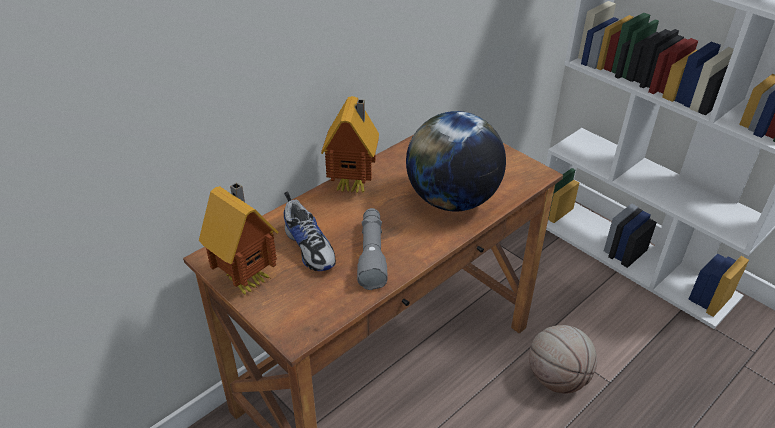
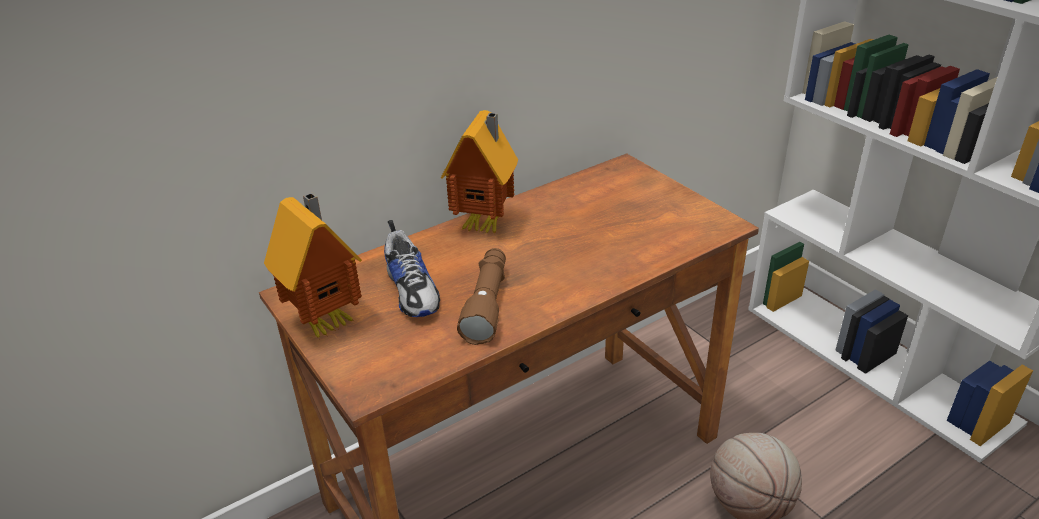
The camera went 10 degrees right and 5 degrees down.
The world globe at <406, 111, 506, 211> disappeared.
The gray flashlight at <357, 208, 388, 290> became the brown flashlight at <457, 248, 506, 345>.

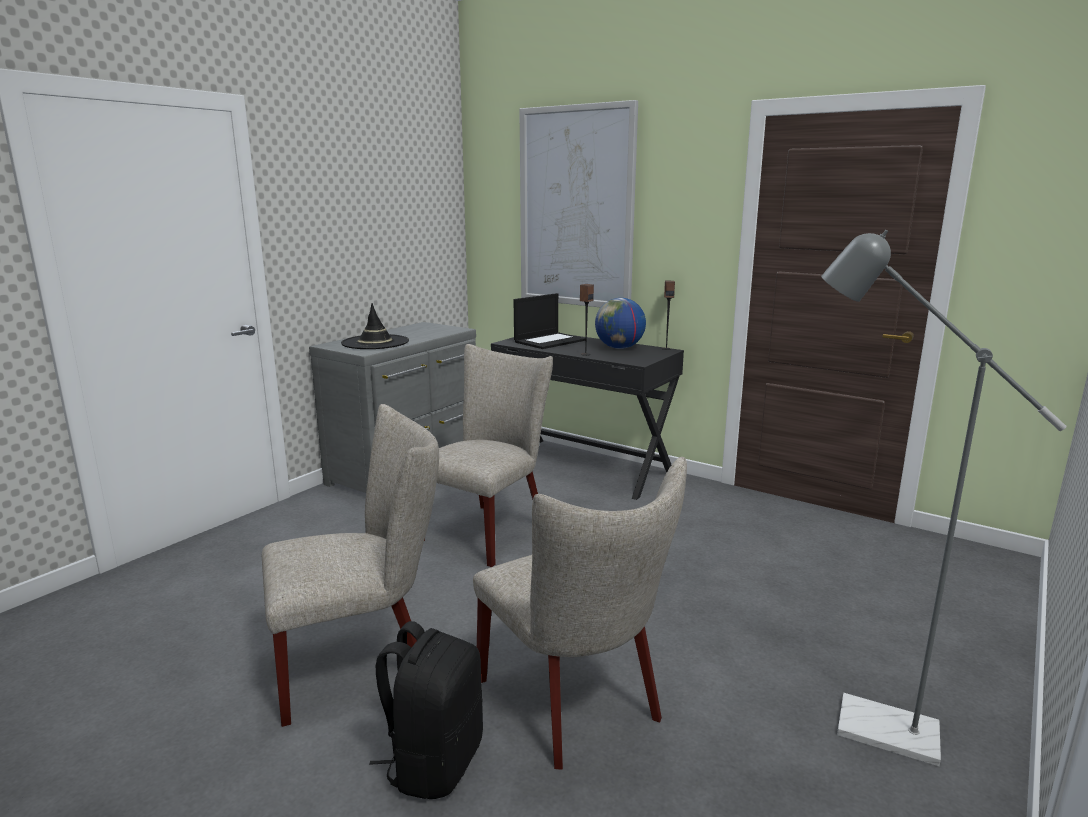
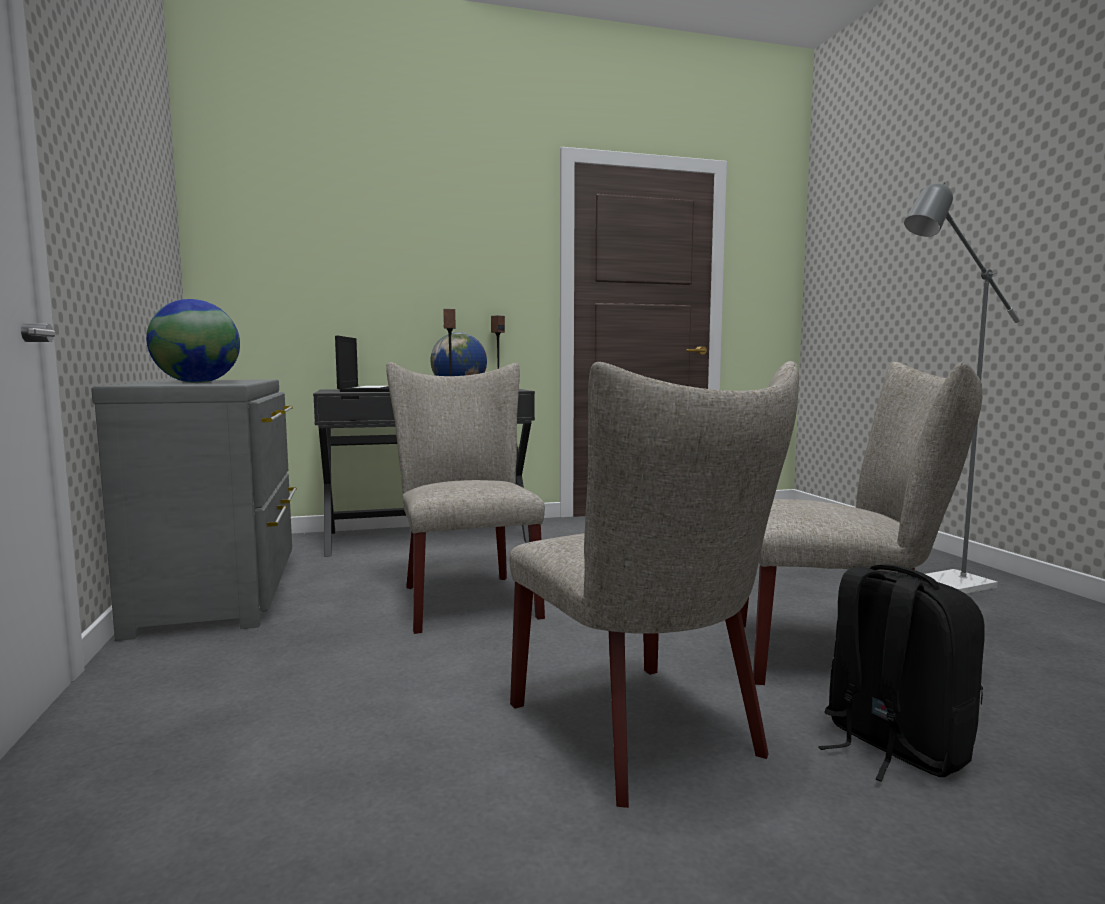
The camera went 50 degrees left and 10 degrees down.
The wall picture at <519, 100, 638, 308> disappeared.
The blackish clothing hat at <341, 303, 409, 349> was replaced by the world globe at <146, 299, 240, 383>.
The sand-coloured plain chair at <262, 404, 439, 727> turned 135 degrees clockwise.

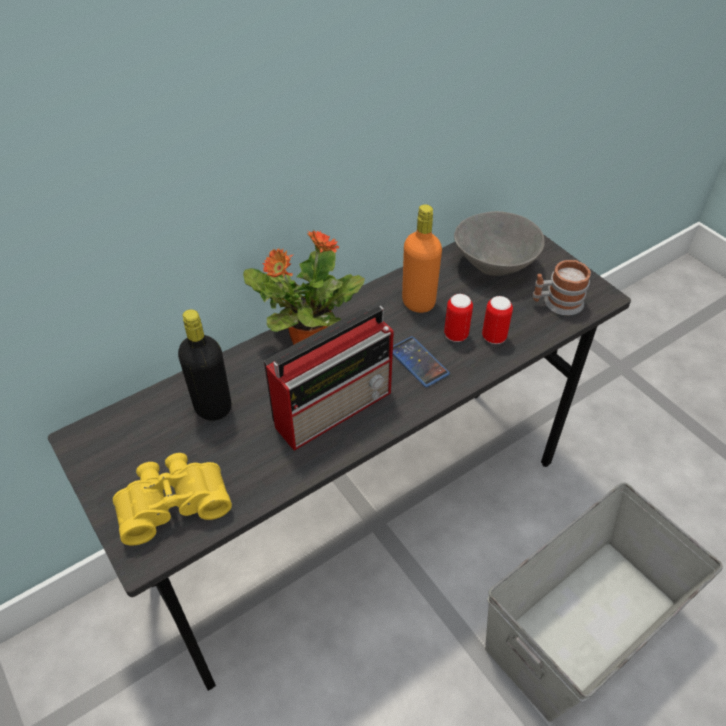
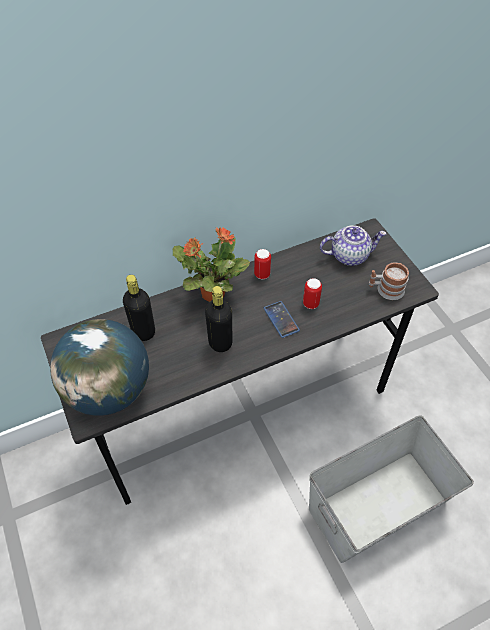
The camera went 10 degrees right and 5 degrees up.
The orange bottle at <402, 204, 442, 313> disappeared.
The gray serving bowl at <454, 211, 545, 276> was replaced by the tea pot at <320, 225, 386, 266>.
The can moved from <482, 296, 513, 344> to <254, 249, 271, 279>.
The radio at <264, 306, 394, 451> was replaced by the blackish bottle at <205, 286, 232, 352>.
The yellow-coloured binoculars at <113, 453, 232, 546> was replaced by the world globe at <50, 319, 149, 416>.

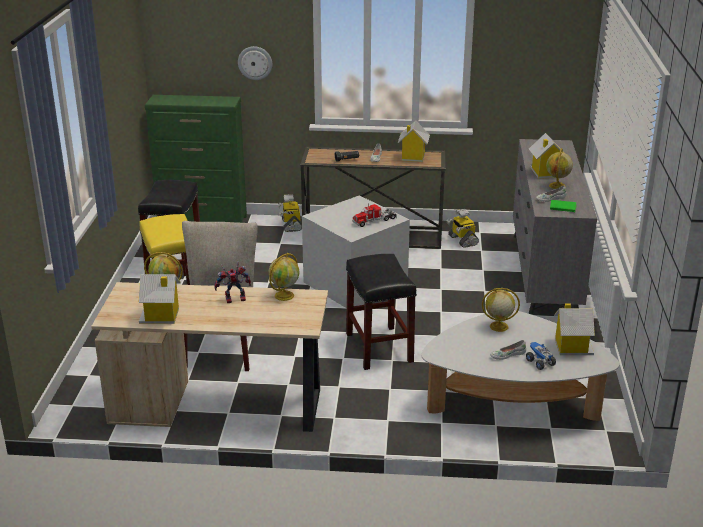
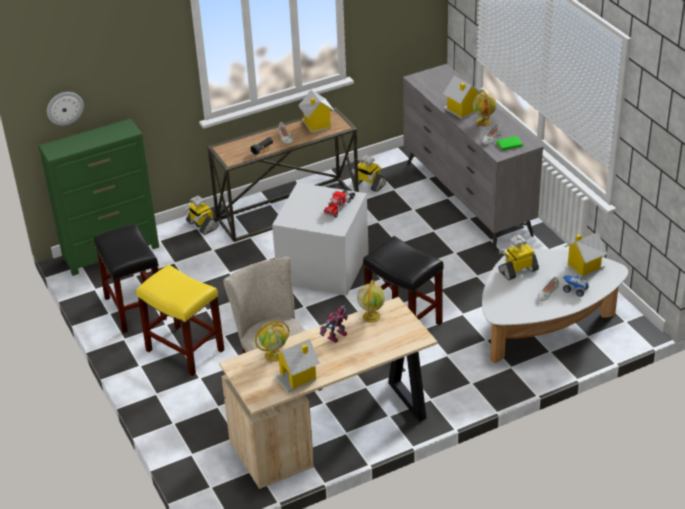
The camera went 30 degrees left and 10 degrees up.
The hanging clock moved from <238, 46, 272, 80> to <47, 92, 84, 125>.
The world globe at <482, 288, 520, 332> was replaced by the model robot at <499, 235, 539, 280>.

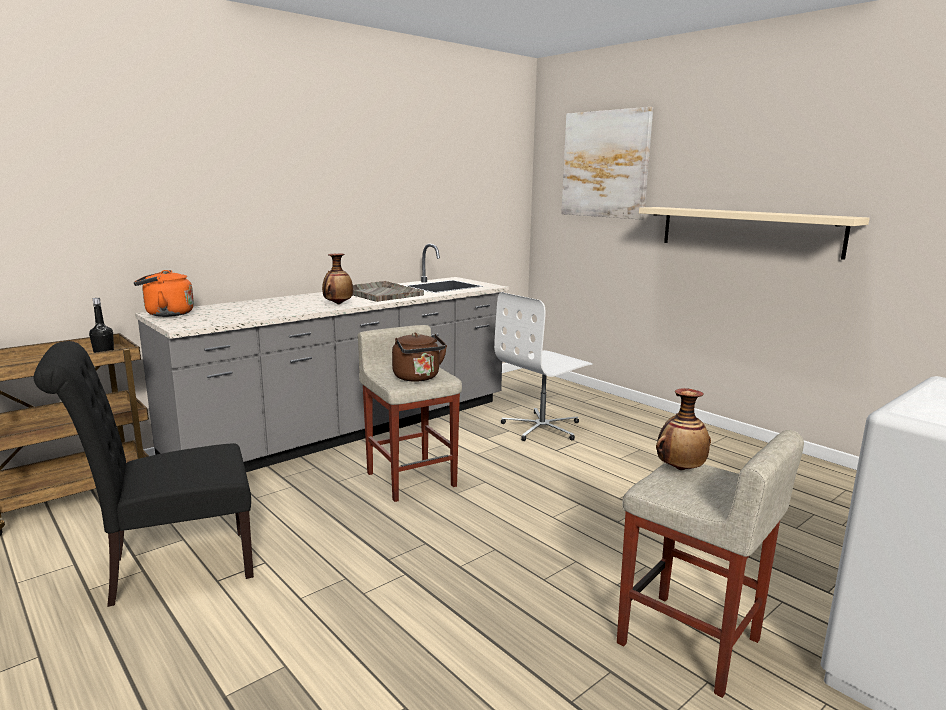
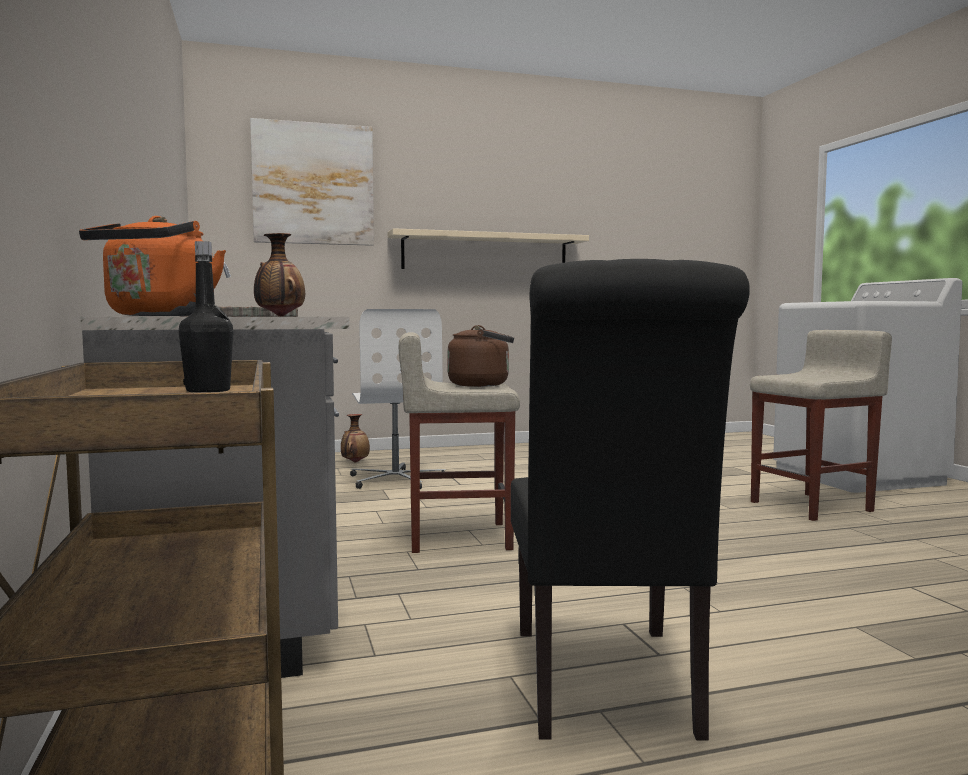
The camera went 65 degrees left and 10 degrees down.
The vase moved from <656, 388, 711, 470> to <341, 414, 370, 462>.

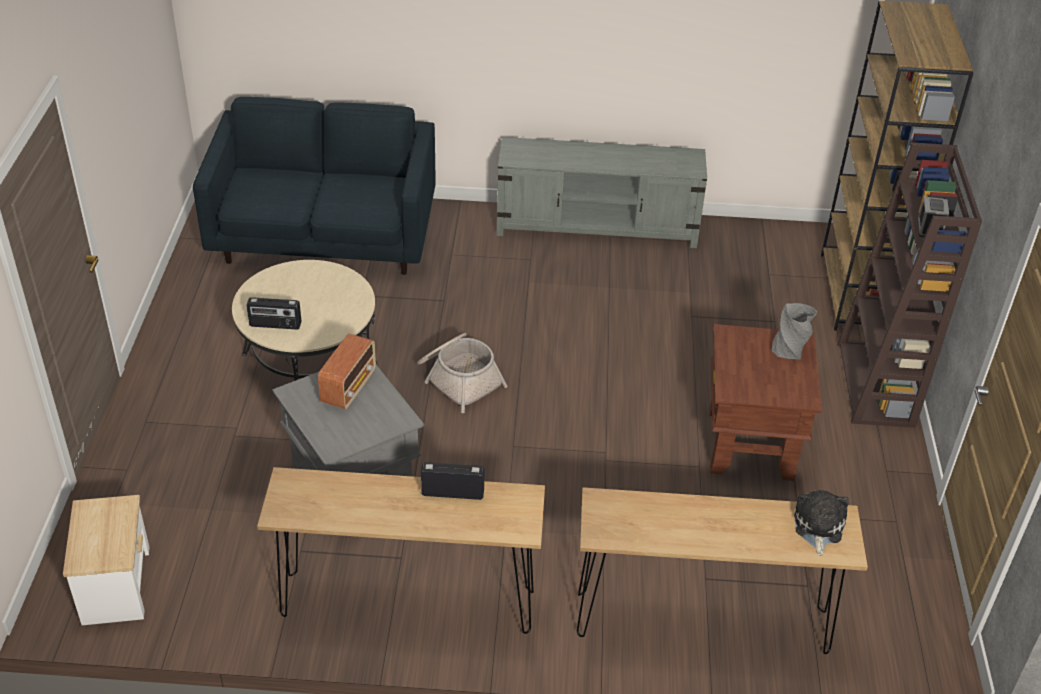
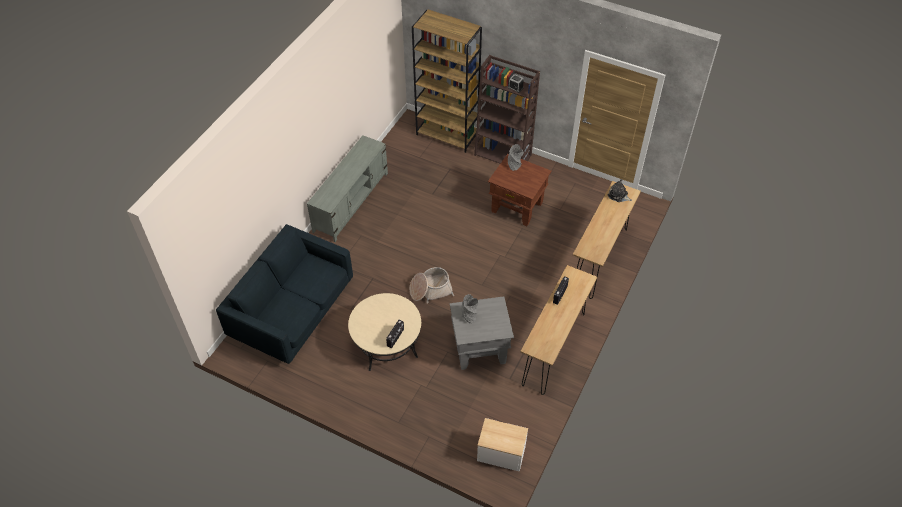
The camera went 65 degrees left and 10 degrees up.
The radio at <318, 333, 376, 409> was replaced by the gray vase at <462, 294, 479, 323>.

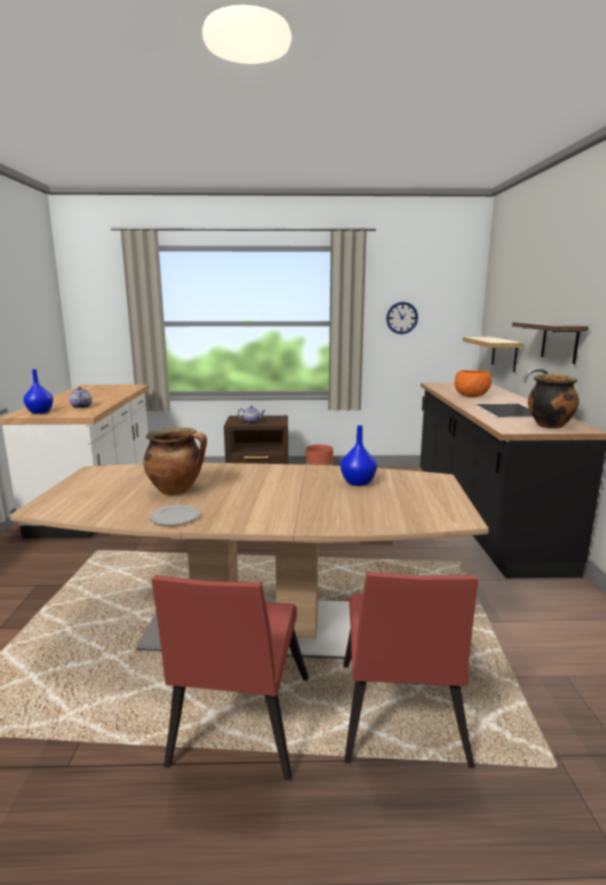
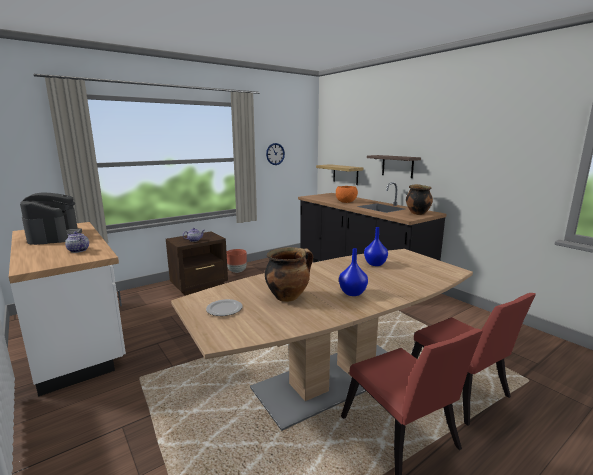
The camera went 35 degrees left and 0 degrees up.
The blue vase moved from <23, 369, 53, 414> to <339, 248, 368, 296>.
The flat dish moved from <150, 505, 200, 526> to <206, 299, 243, 316>.
The coffee machine at <20, 192, 82, 245> appeared.

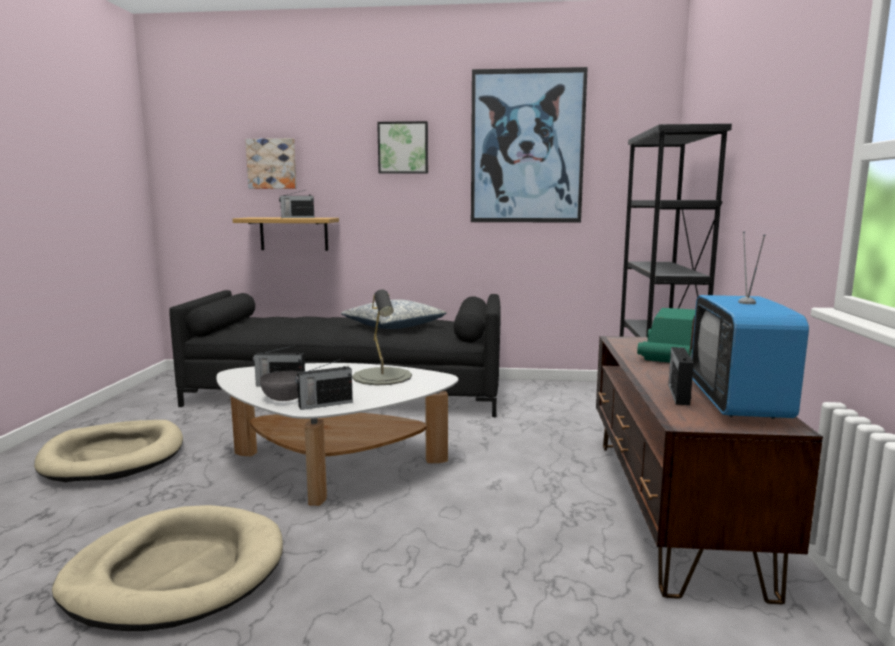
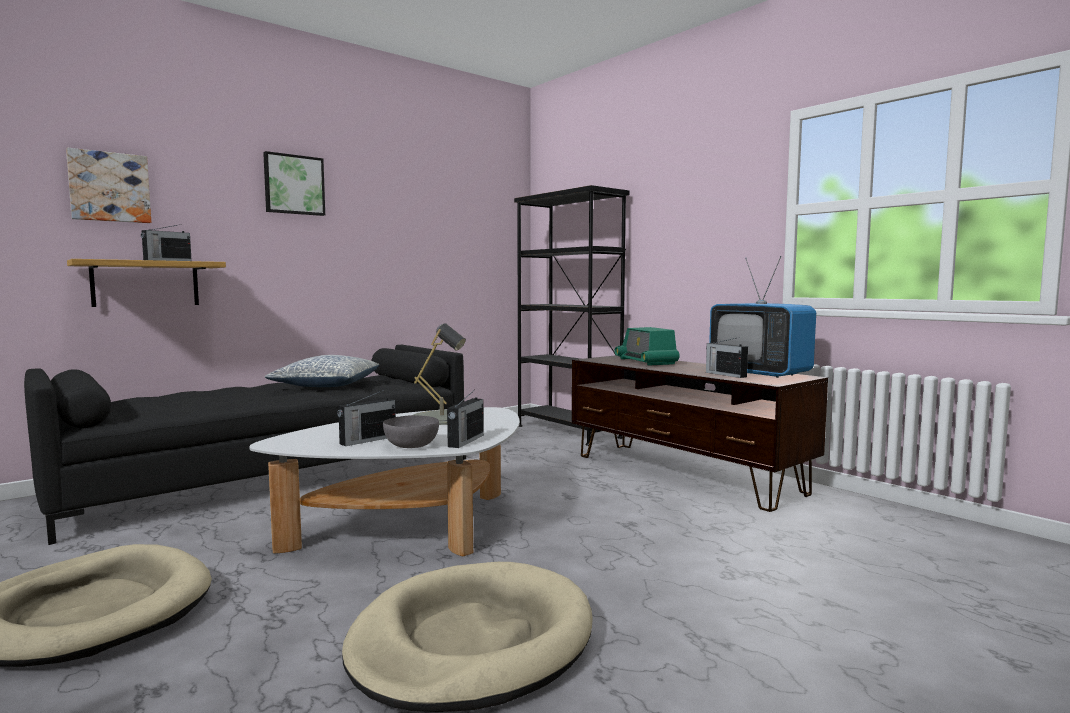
The camera went 45 degrees left and 5 degrees down.
The wall picture at <471, 67, 588, 223> disappeared.

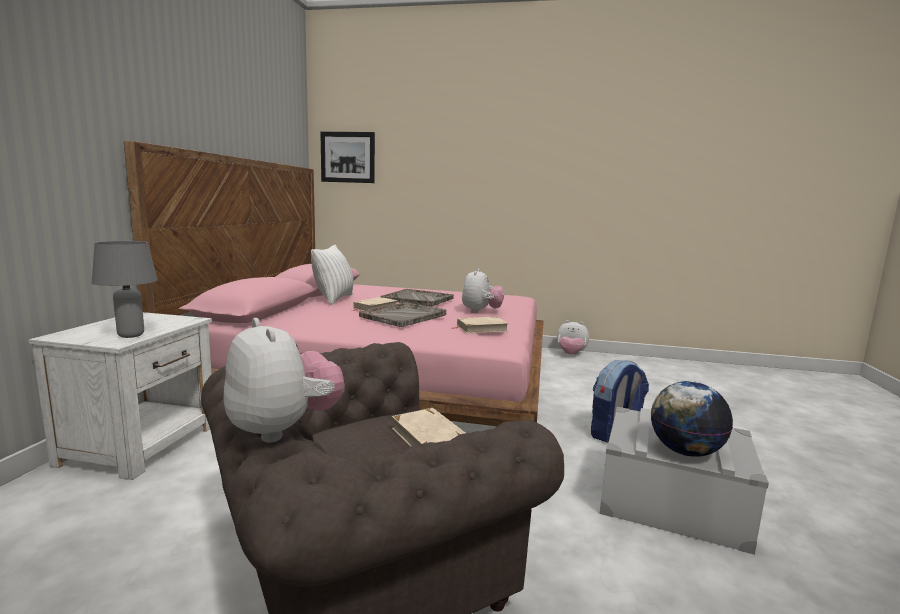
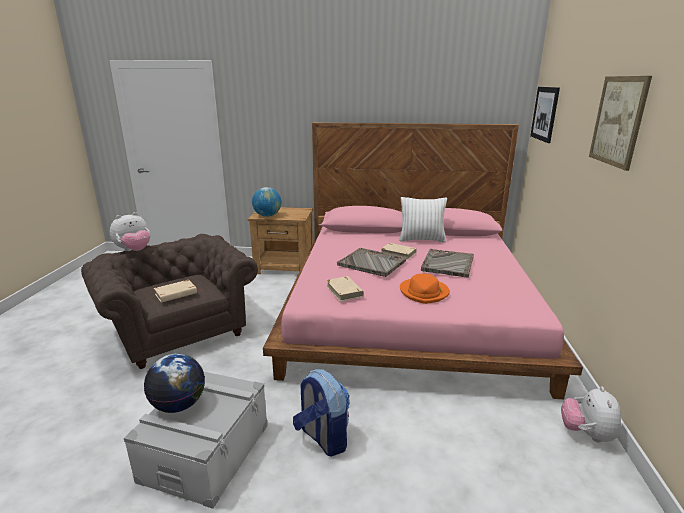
The camera went 85 degrees right and 10 degrees up.
The gray lamp for a table at <92, 241, 158, 338> was replaced by the world globe at <252, 187, 281, 217>.
The cuddly toy at <462, 269, 504, 313> was replaced by the orange clothing hat at <400, 274, 450, 304>.
The white-coloured nightstand at <28, 312, 212, 480> became the brown nightstand at <248, 207, 313, 274>.
The wall picture at <589, 76, 652, 171> appeared.

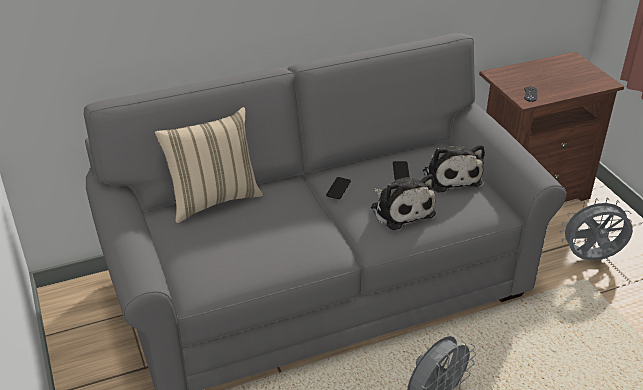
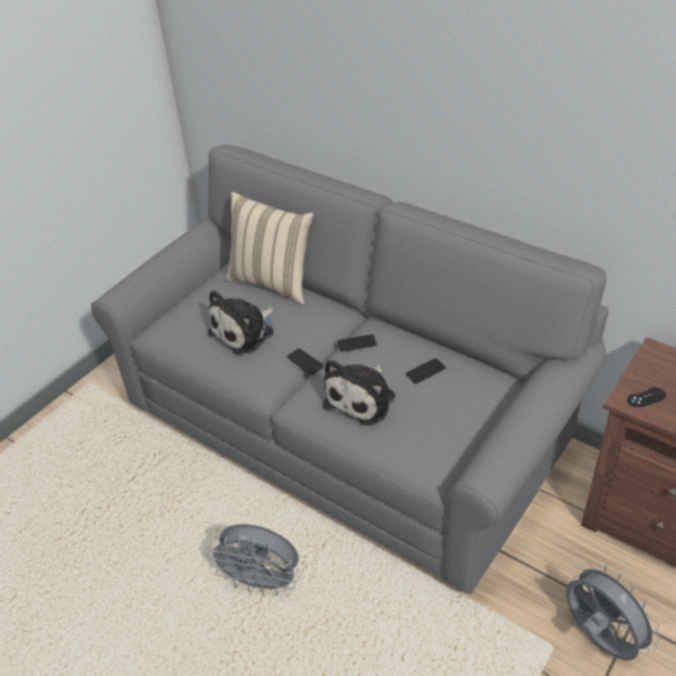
The camera went 60 degrees right and 5 degrees up.
The cuddly toy moved from <423, 145, 485, 193> to <208, 290, 274, 354>.
The telephone at <287, 348, 324, 375> appeared.

